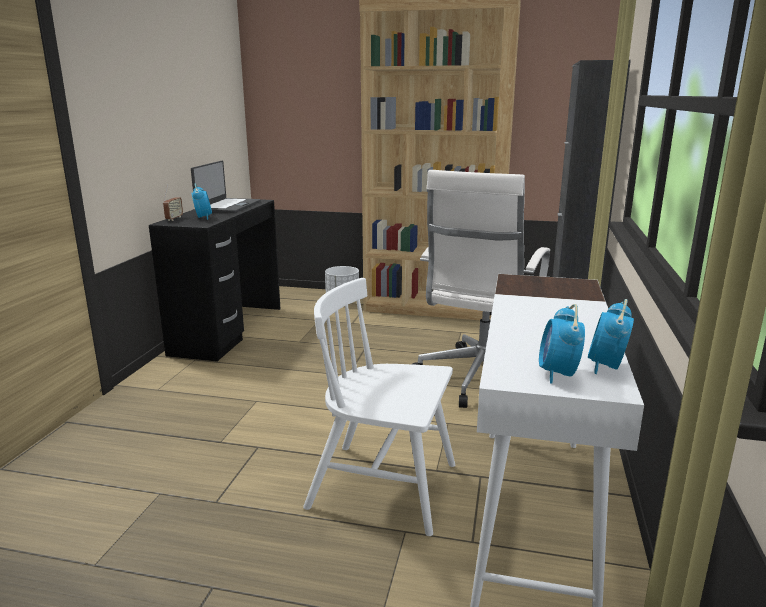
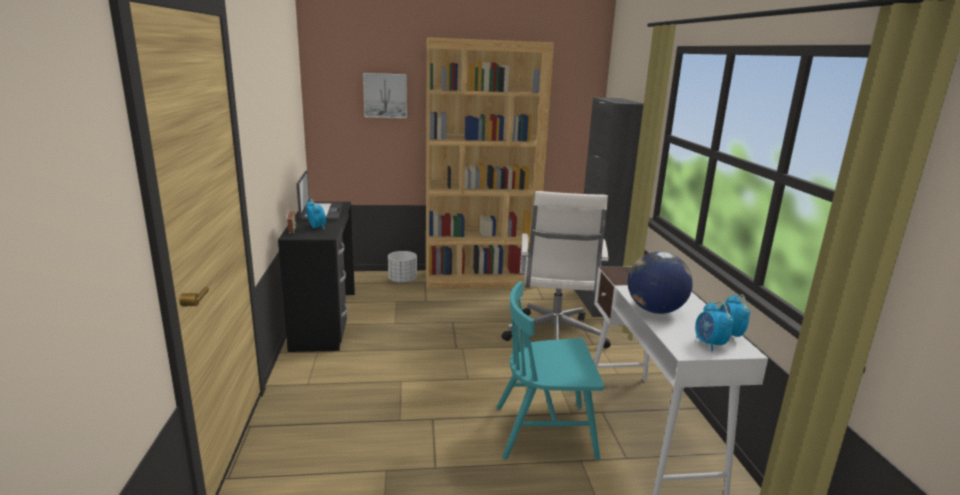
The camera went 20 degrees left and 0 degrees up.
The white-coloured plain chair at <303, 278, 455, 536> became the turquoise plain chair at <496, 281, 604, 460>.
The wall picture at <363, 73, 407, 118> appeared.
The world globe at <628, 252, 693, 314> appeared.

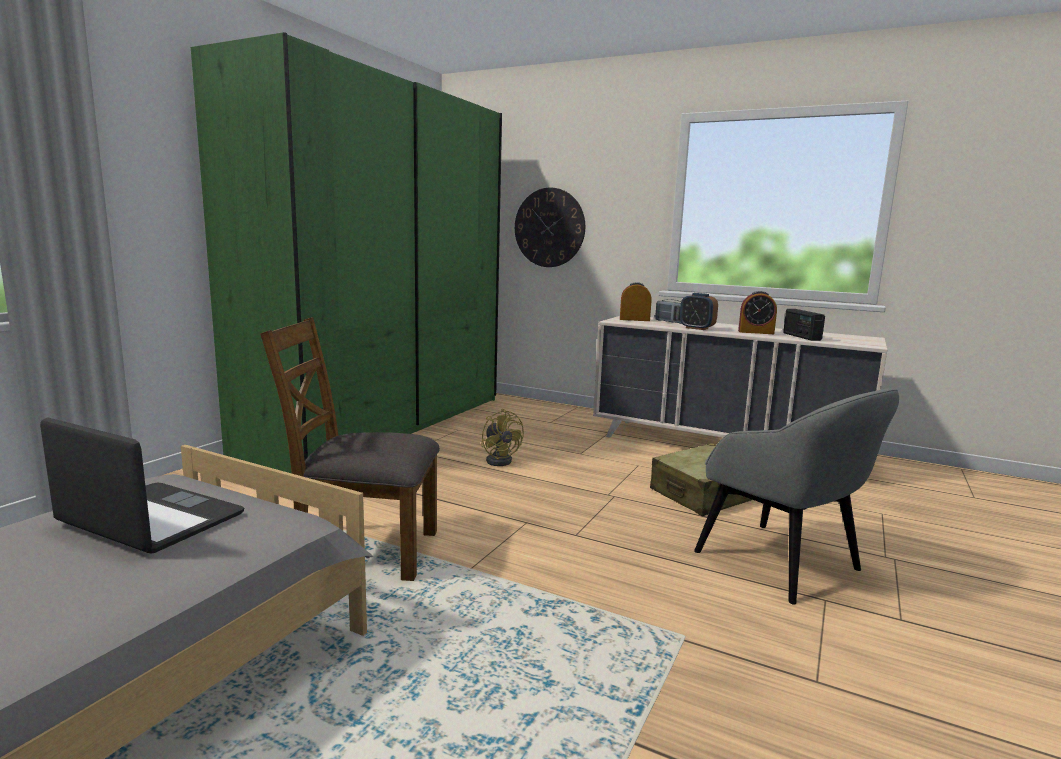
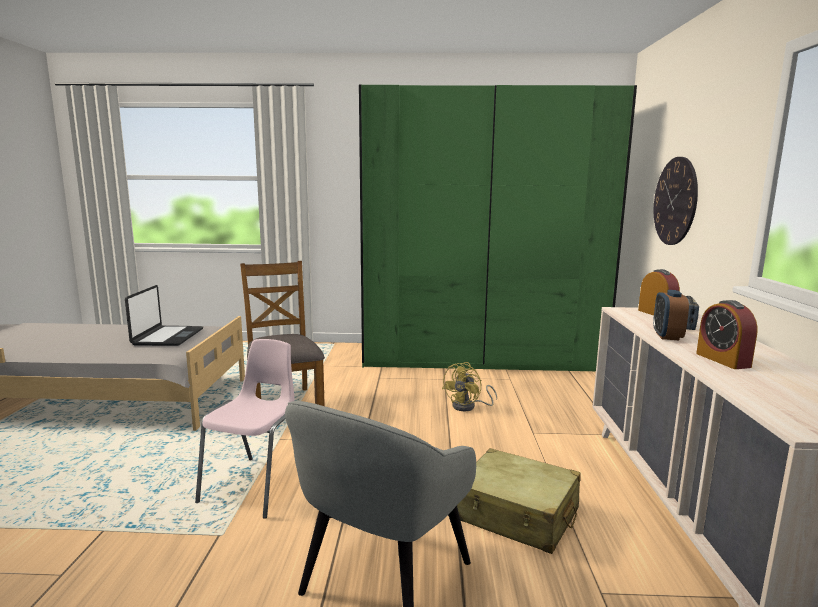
The camera went 65 degrees right and 0 degrees up.
The radio at <783, 309, 825, 341> disappeared.
The pink plain chair at <195, 339, 295, 519> appeared.

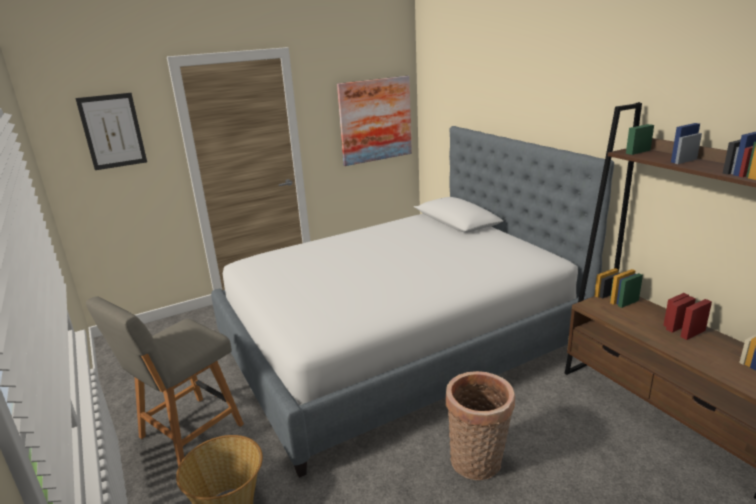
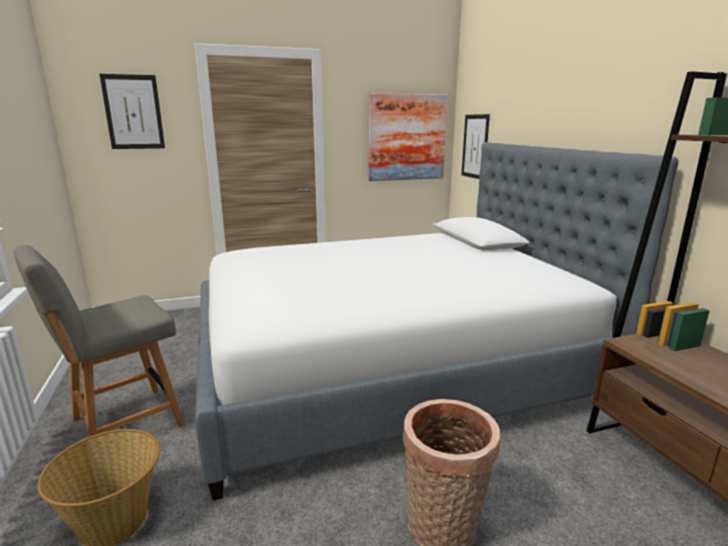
The camera went 10 degrees right and 5 degrees down.
The wall picture at <461, 114, 490, 179> appeared.

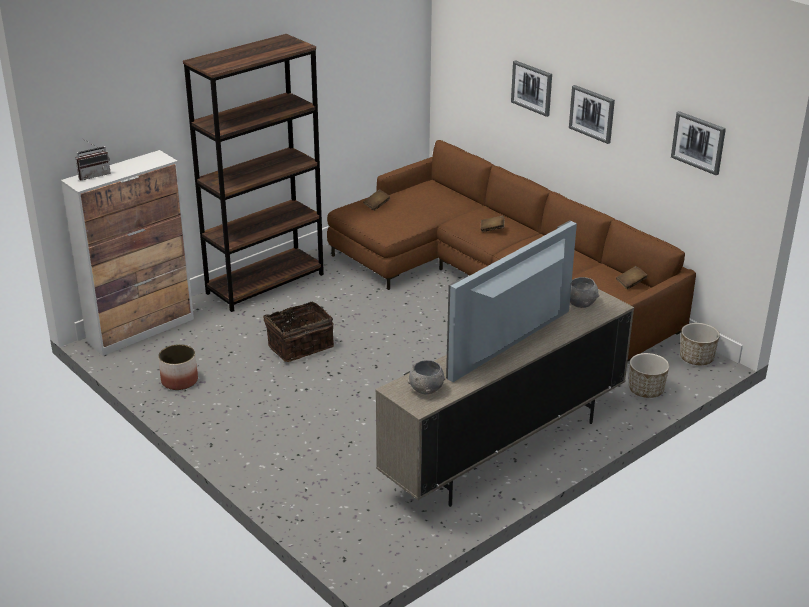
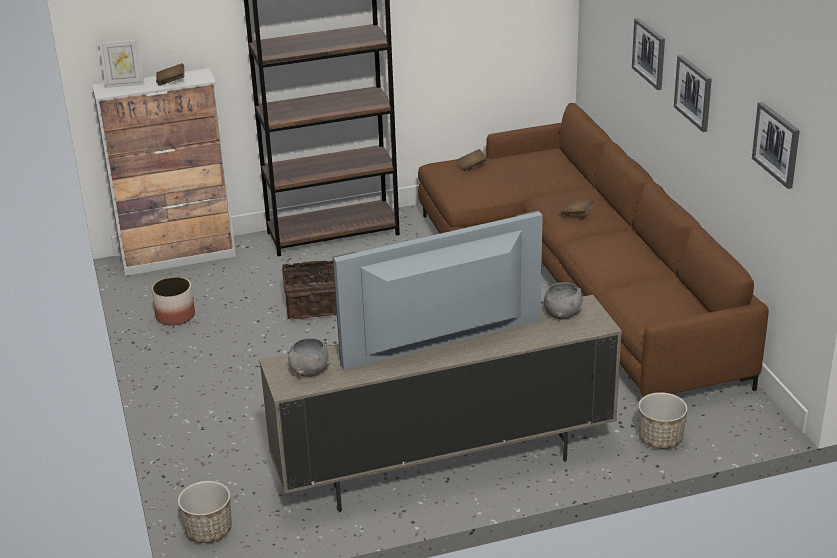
The camera went 25 degrees right and 0 degrees up.
The radio at <76, 138, 111, 180> was replaced by the picture frame at <99, 37, 144, 88>.
The brown book moved from <616, 266, 647, 290> to <156, 63, 185, 86>.
The plant pot moved from <680, 323, 720, 365> to <178, 481, 232, 543>.

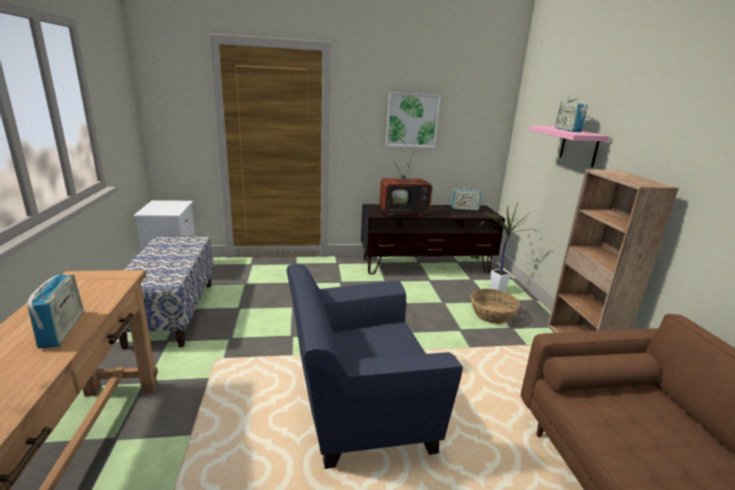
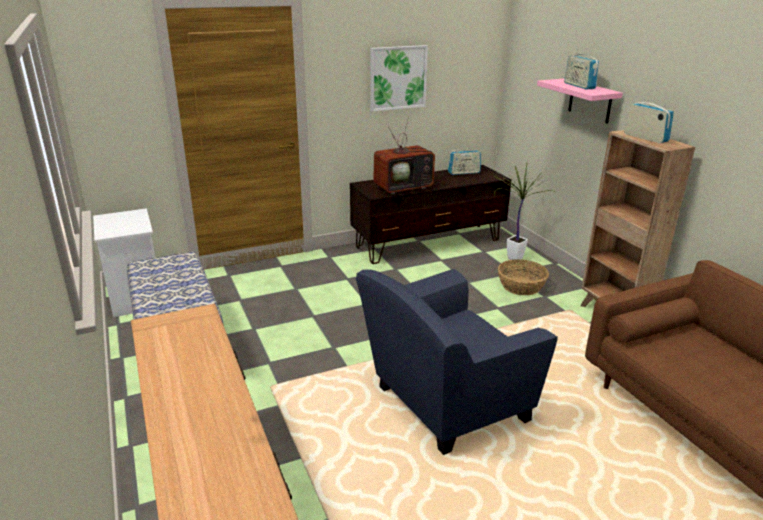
The camera went 15 degrees left and 5 degrees up.
The radio moved from <27, 274, 83, 349> to <624, 102, 674, 143>.

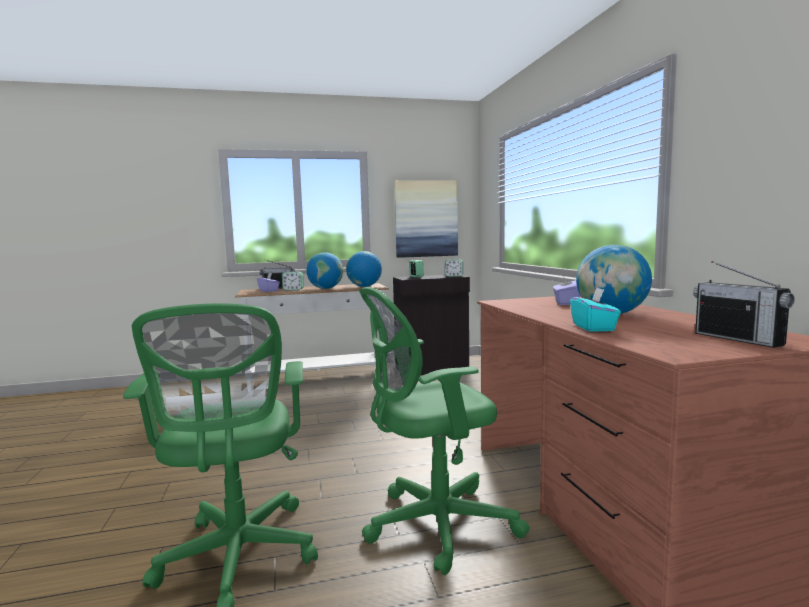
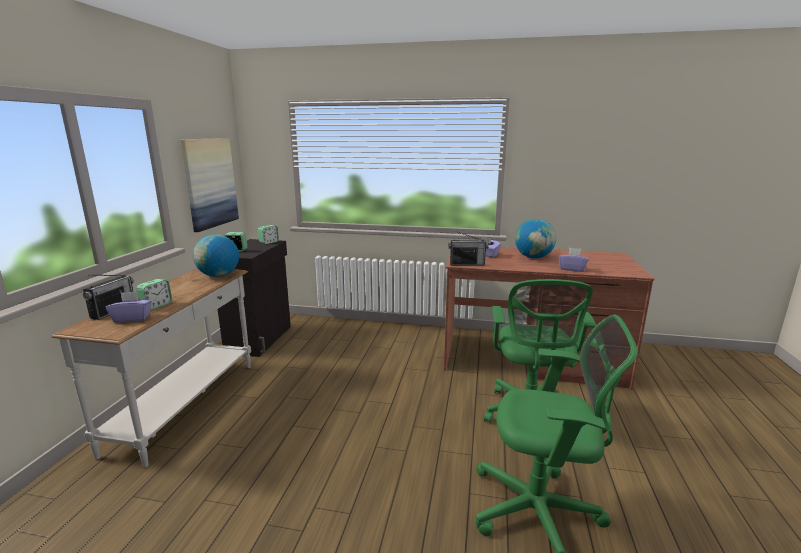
The camera went 65 degrees left and 10 degrees up.
The world globe at <306, 252, 343, 289> disappeared.
The radio moved from <693, 261, 795, 348> to <448, 231, 489, 266>.
The turquoise box of tissues at <570, 288, 621, 332> became the purple box of tissues at <559, 248, 588, 272>.

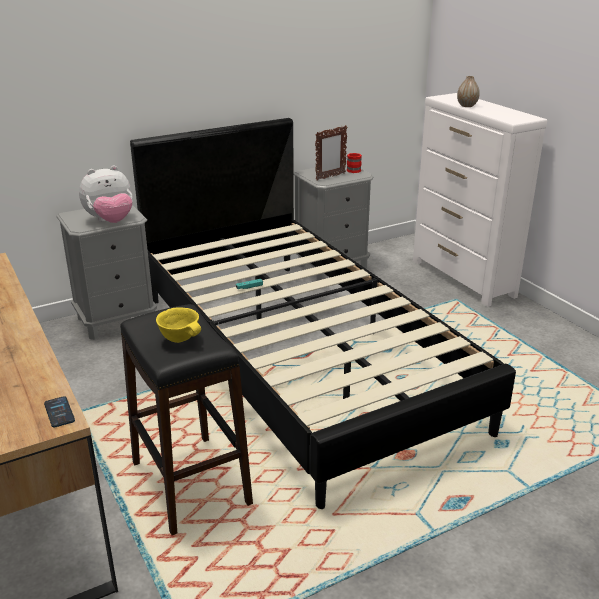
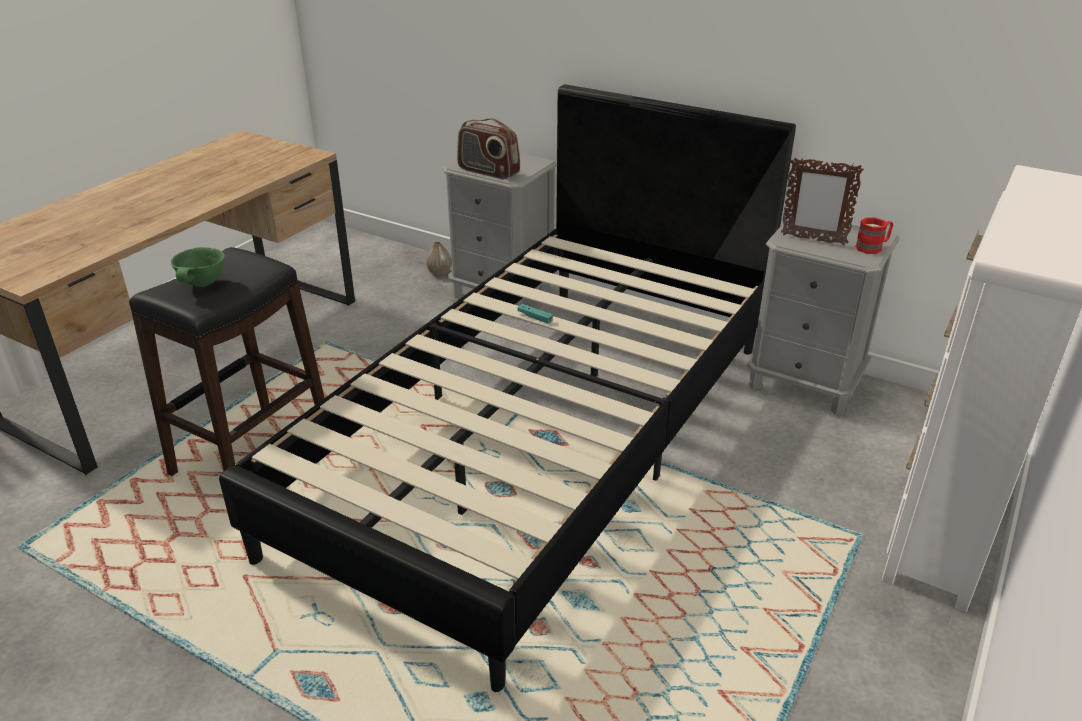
The camera went 60 degrees right and 5 degrees up.
The vase moved from <457, 76, 480, 107> to <426, 241, 451, 276>.
The cuddly toy at <79, 166, 133, 223> was replaced by the radio at <457, 118, 520, 179>.
The yellow-coloured serving bowl at <156, 307, 201, 343> became the green-coloured serving bowl at <171, 247, 225, 287>.
The telephone at <44, 396, 75, 427> disappeared.

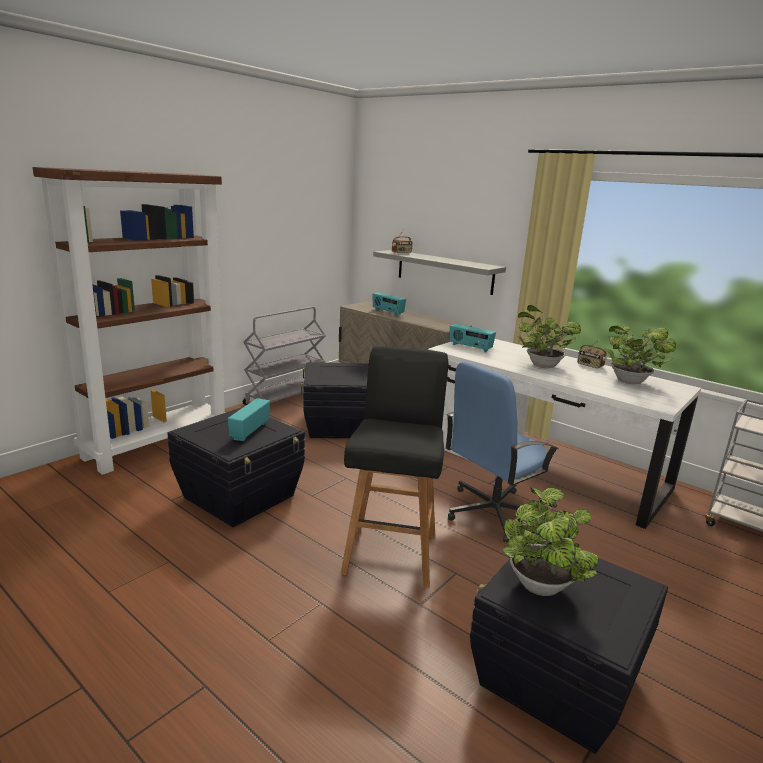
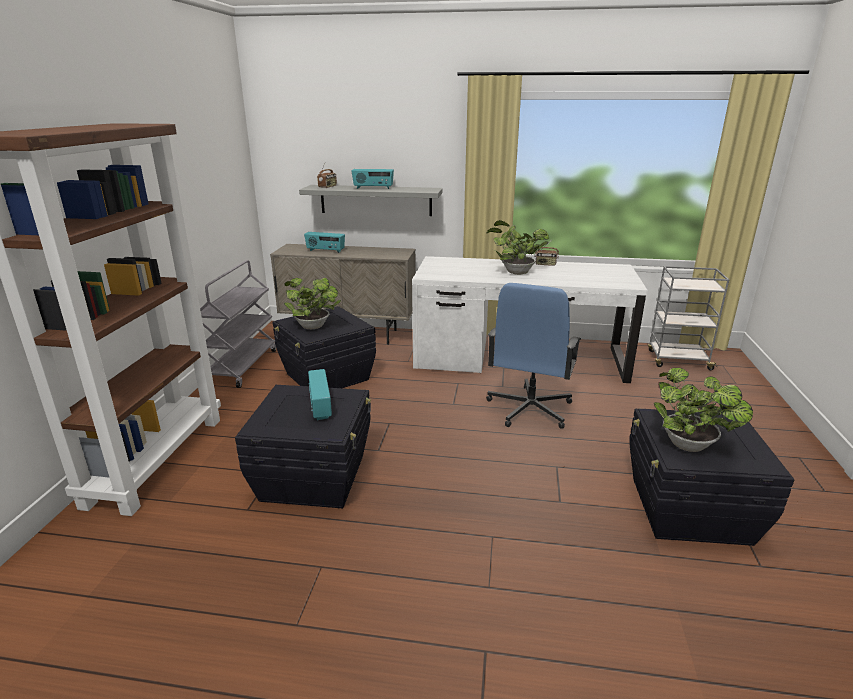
The camera went 30 degrees left and 5 degrees up.
The radio moved from <450, 324, 496, 352> to <352, 169, 394, 189>.
The plant in a pot moved from <605, 325, 676, 384> to <284, 278, 341, 329>.
The blackish sitting stool at <341, 346, 448, 587> disappeared.

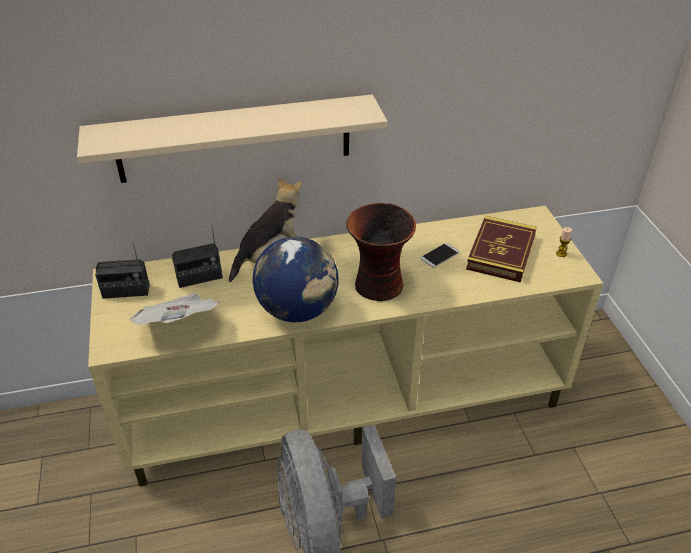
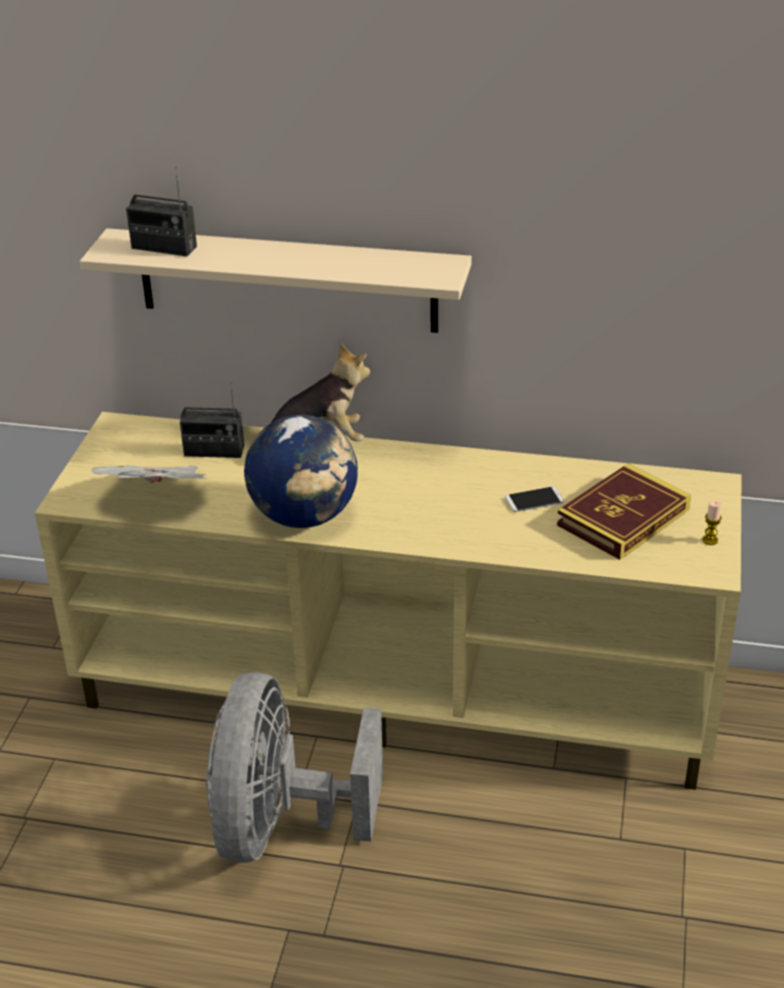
The camera went 25 degrees right and 5 degrees down.
The vase at <347, 203, 416, 301> disappeared.
The radio moved from <95, 241, 150, 299> to <126, 166, 197, 256>.

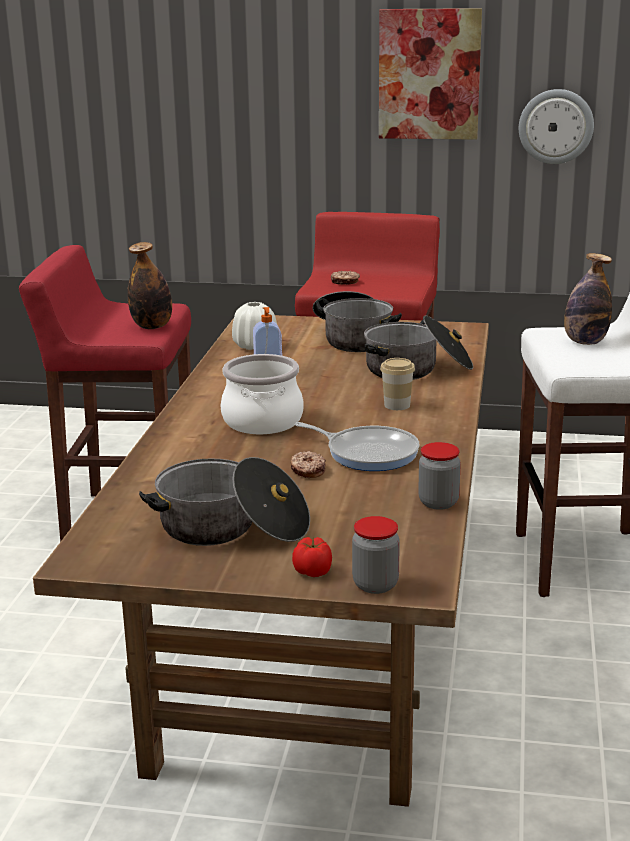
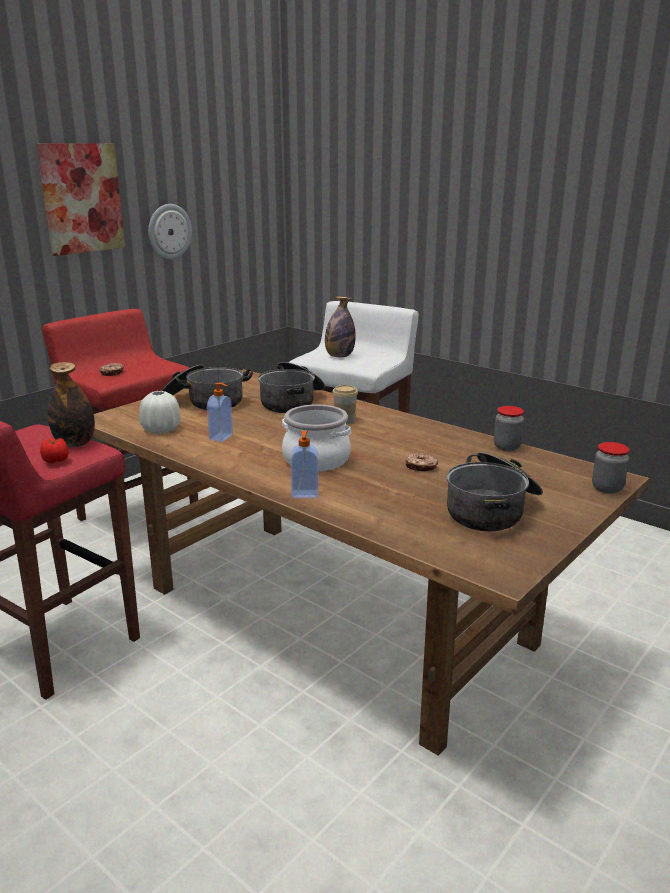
The camera went 60 degrees left and 0 degrees up.
The skillet at <294, 422, 420, 471> disappeared.
The tomato moved from <292, 537, 332, 577> to <40, 438, 69, 463>.
The soap dispenser at <291, 431, 319, 498> appeared.

